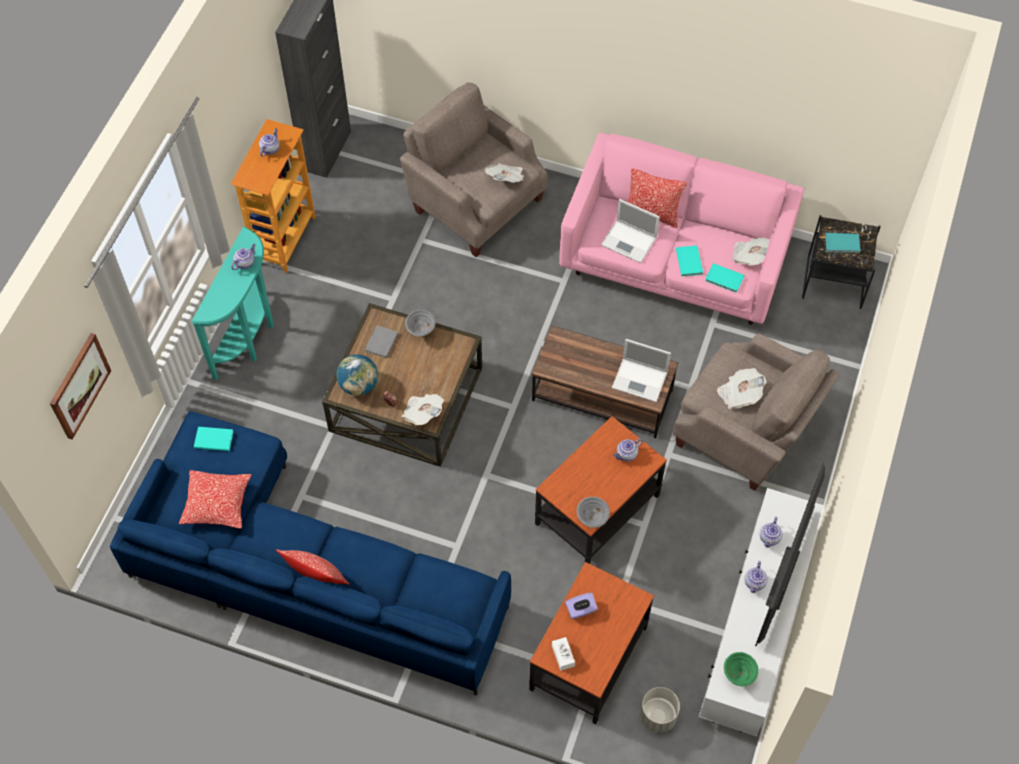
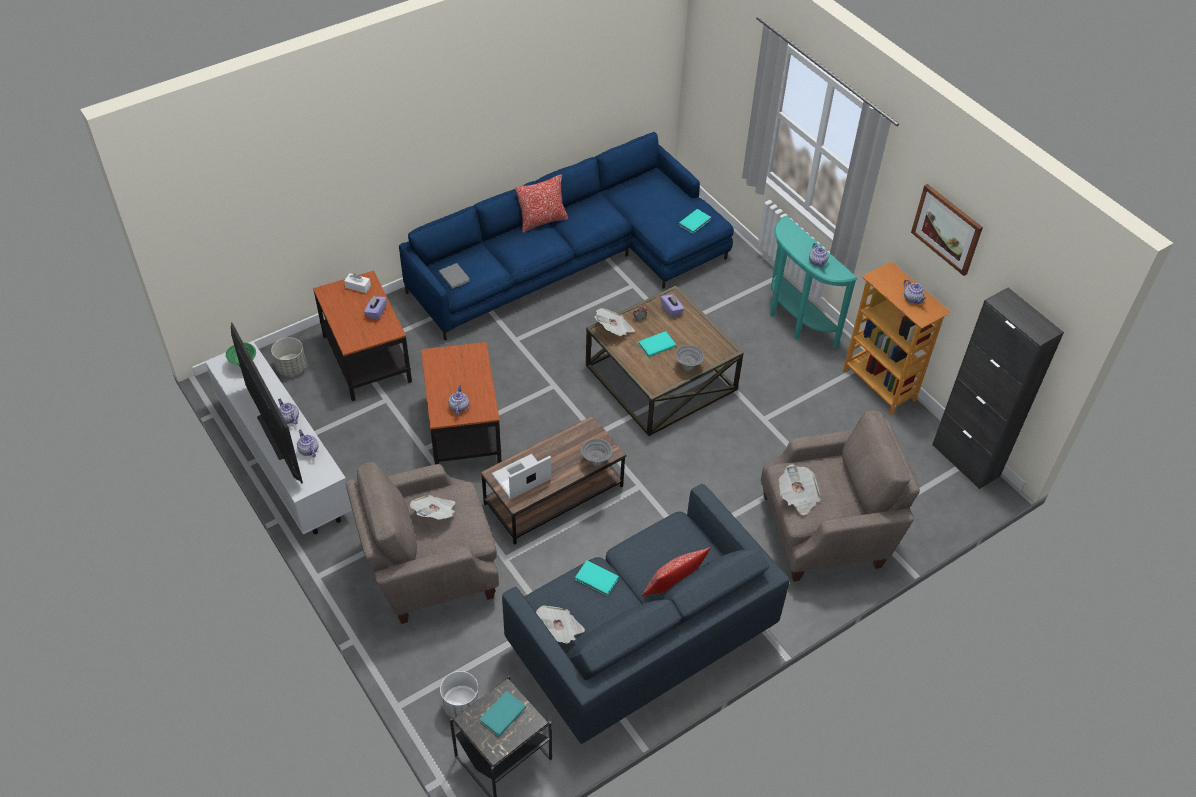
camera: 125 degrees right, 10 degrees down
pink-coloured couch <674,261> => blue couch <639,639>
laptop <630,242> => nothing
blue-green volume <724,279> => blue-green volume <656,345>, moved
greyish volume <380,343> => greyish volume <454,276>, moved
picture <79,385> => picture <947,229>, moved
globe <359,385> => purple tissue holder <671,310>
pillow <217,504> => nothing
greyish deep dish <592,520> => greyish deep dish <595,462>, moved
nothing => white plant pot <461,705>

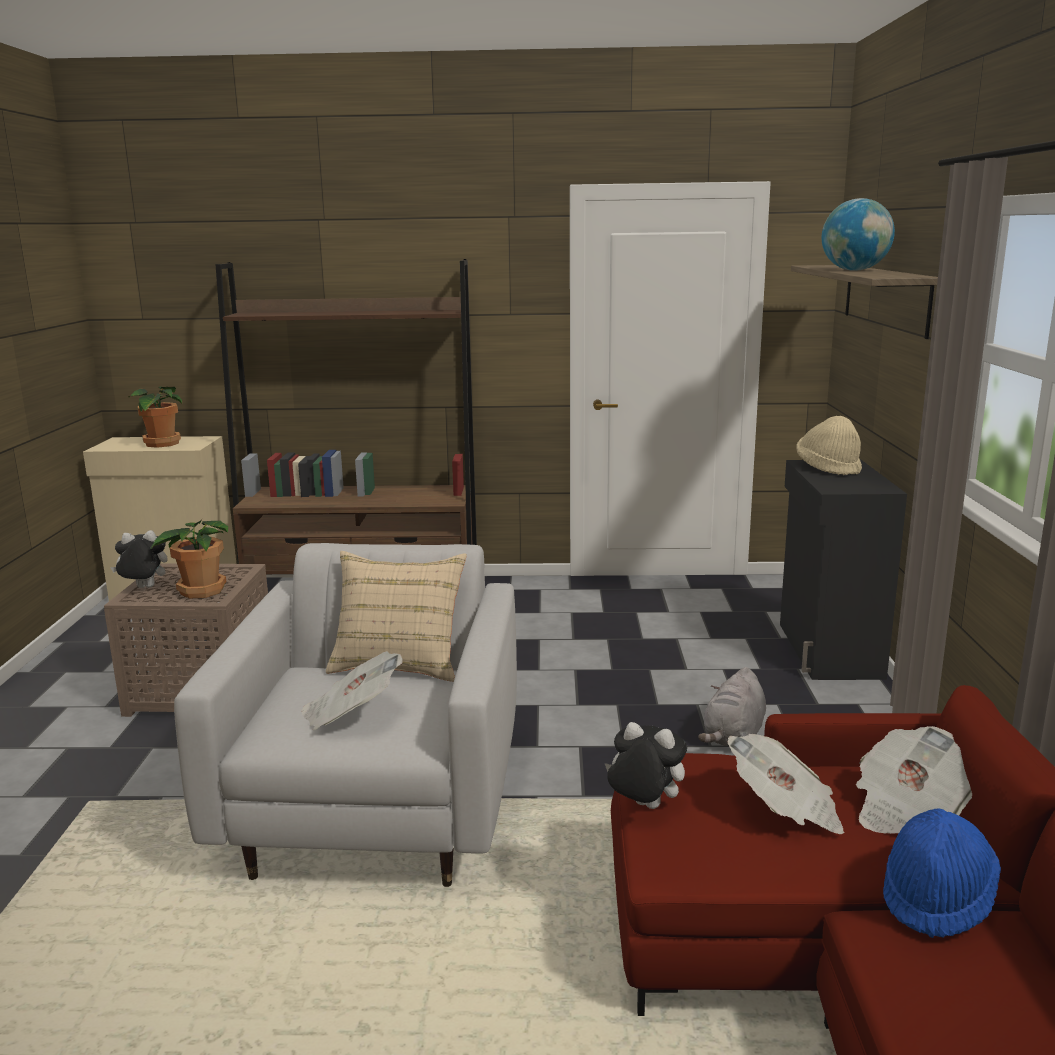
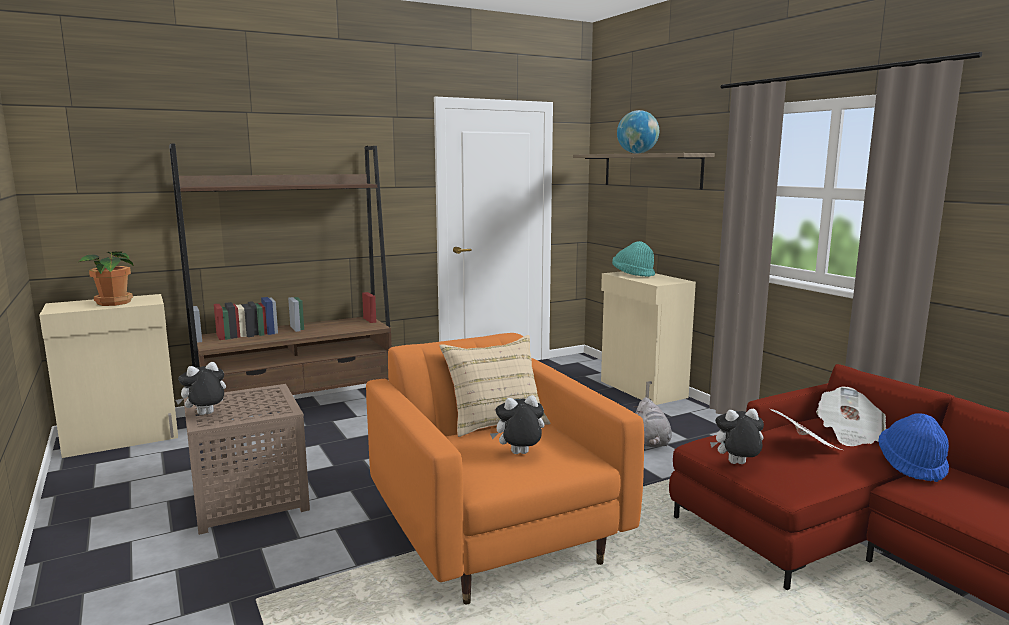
camera: 30 degrees left, 5 degrees down
beige clothing hat <828,468> => blue-green clothing hat <632,274>
blackish cabinet <827,650> => beige cabinet <642,389>
potted plant <200,591> => nothing
white easy chair <379,807> => orange easy chair <495,535>
newspaper <351,714> => cuddly toy <519,454>

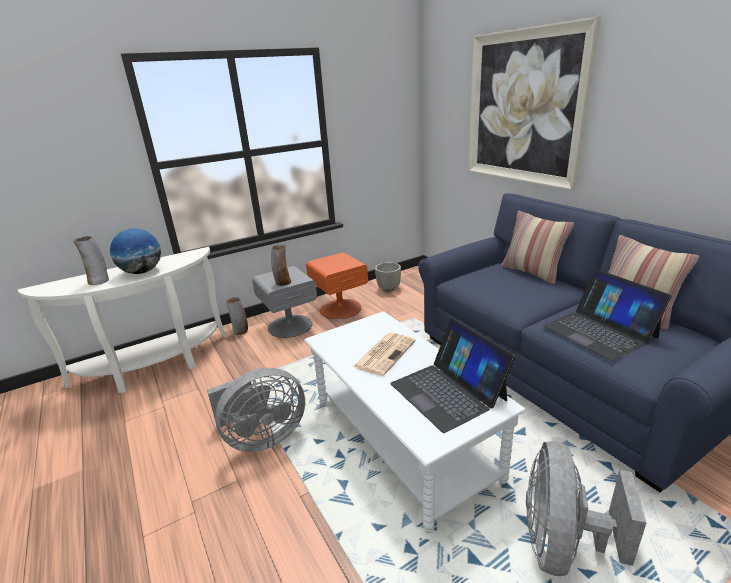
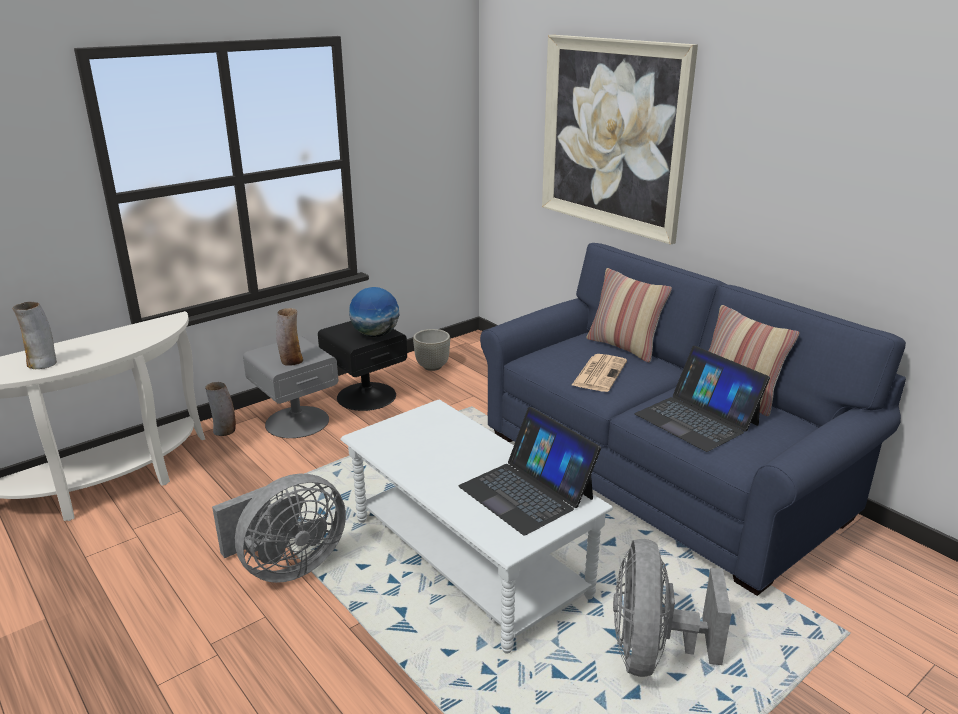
camera: 10 degrees left, 0 degrees up
globe <142,272> => globe <375,335>, moved
orange nightstand <340,308> => blackish nightstand <366,395>
newspaper <385,353> => newspaper <599,373>, moved

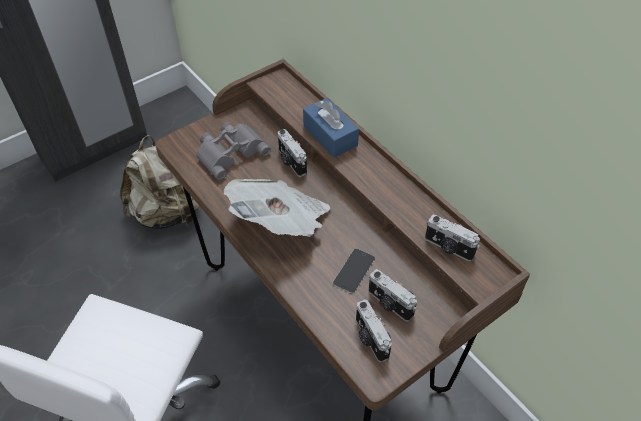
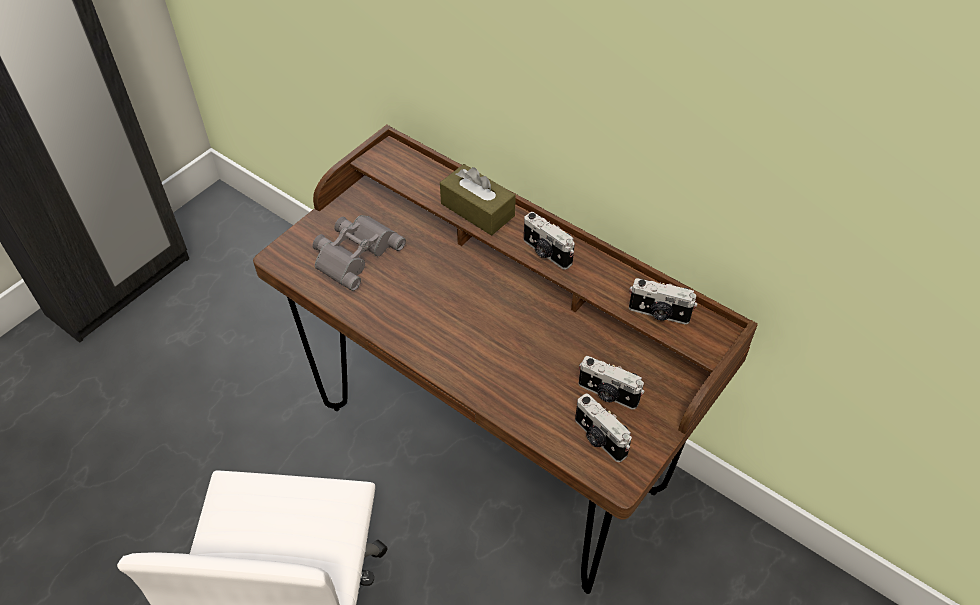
camera: 15 degrees left, 0 degrees up
blue tissue holder <330,136> => brownish tissue holder <477,210>
photo camera <291,162> => photo camera <546,253>, moved
beige rucksack <168,213> => nothing
newspaper <281,222> => nothing
handset <354,271> => nothing

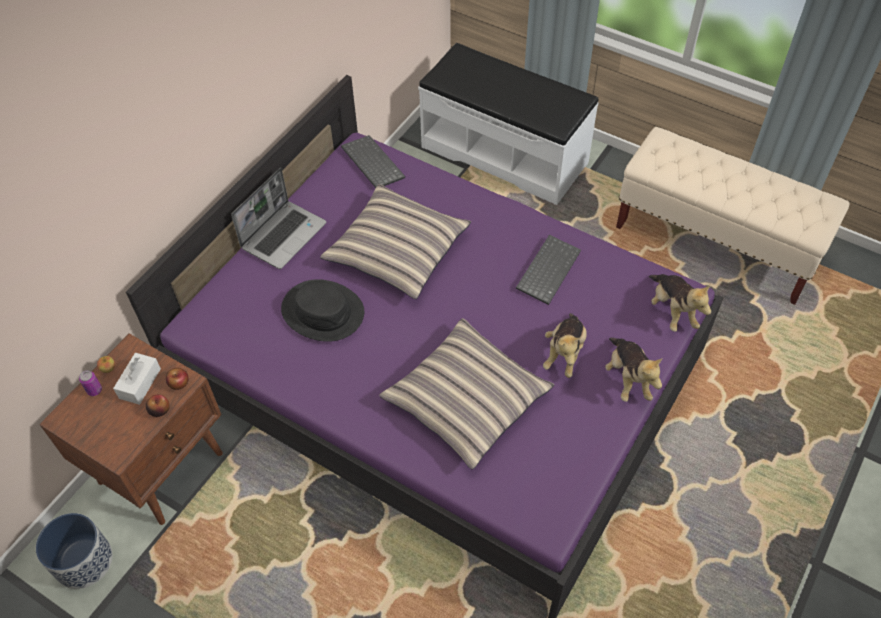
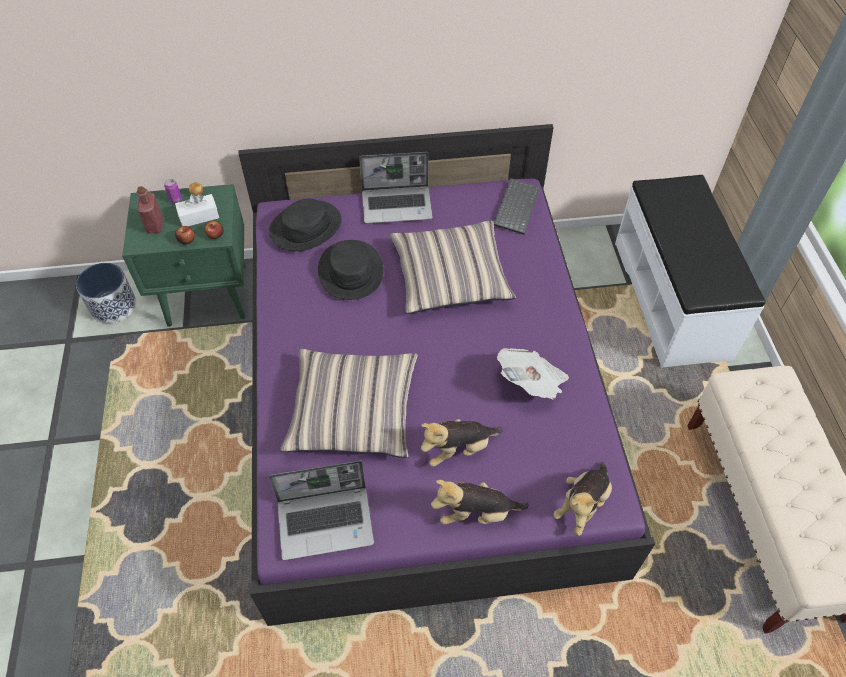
camera: 50 degrees right, 0 degrees up
keyboard <547,269> => newspaper <532,383>
brownish nightstand <163,466> => green-coloured nightstand <209,295>
cuddly toy <628,378> => cuddly toy <476,513>, 45 degrees clockwise
nothing => red bottle <155,225>
nothing => blackish clothing hat <305,227>
nothing => laptop <326,522>

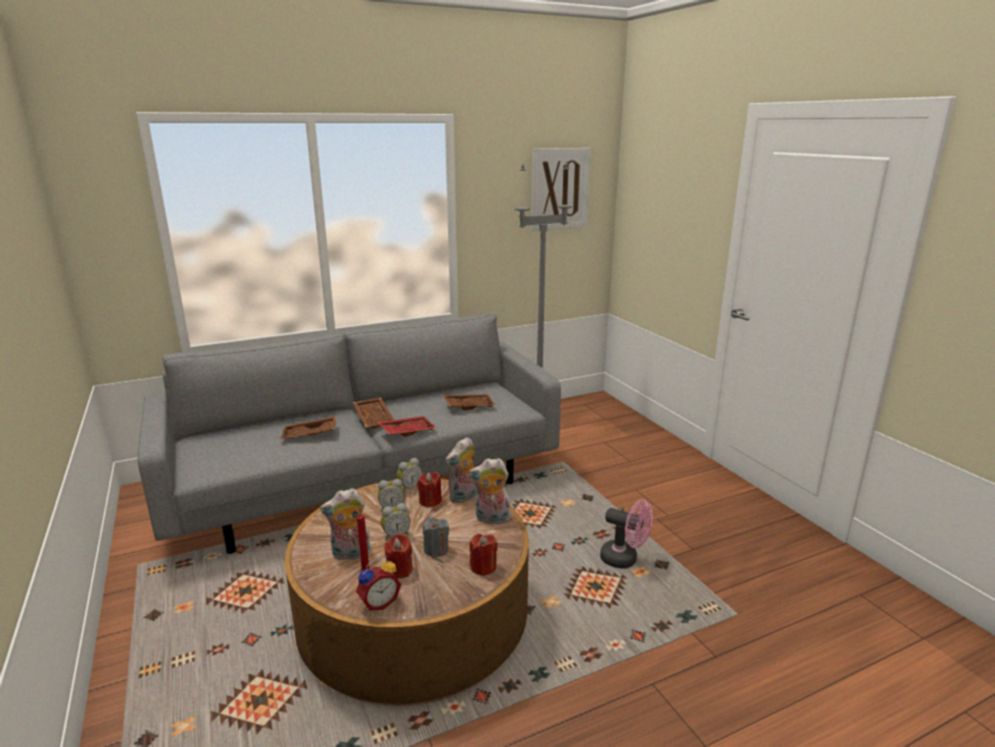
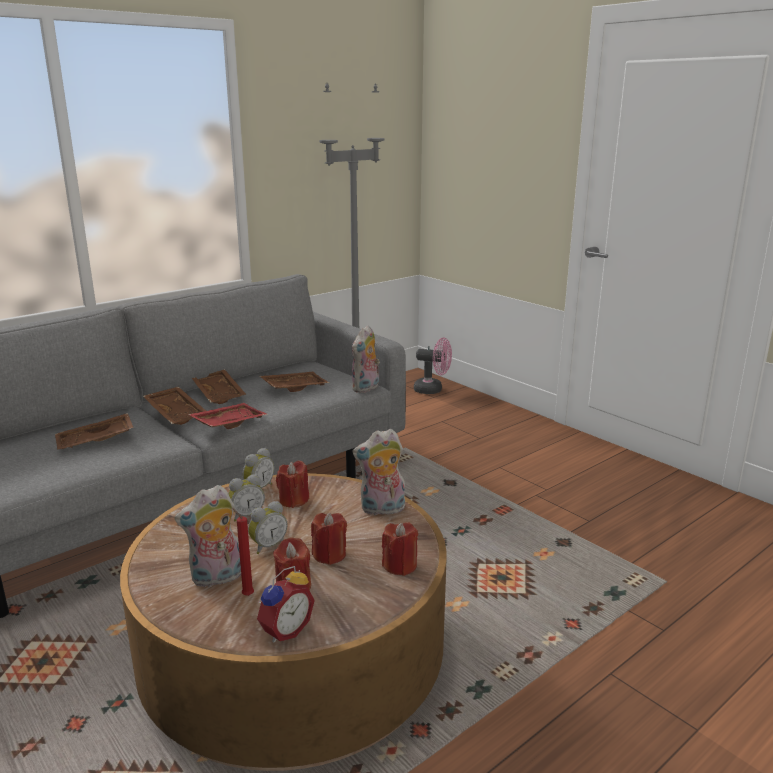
camera: 15 degrees left, 0 degrees up
picture <560,189> => nothing
cuddly toy <464,497> => cuddly toy <366,388>, moved
pink-coloured electric fan <624,559> => pink-coloured electric fan <433,390>, moved
greyish wax candle <436,549> => red wax candle <329,555>
nothing => brownish tray <219,393>

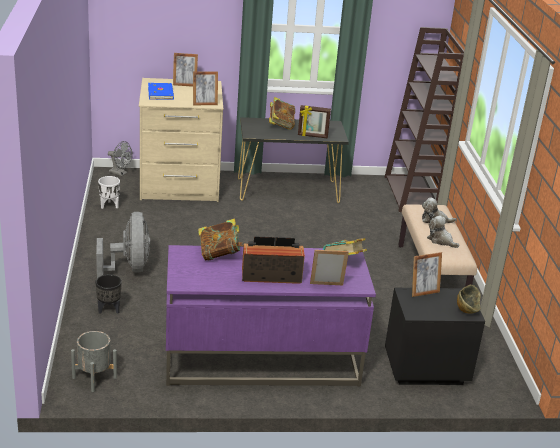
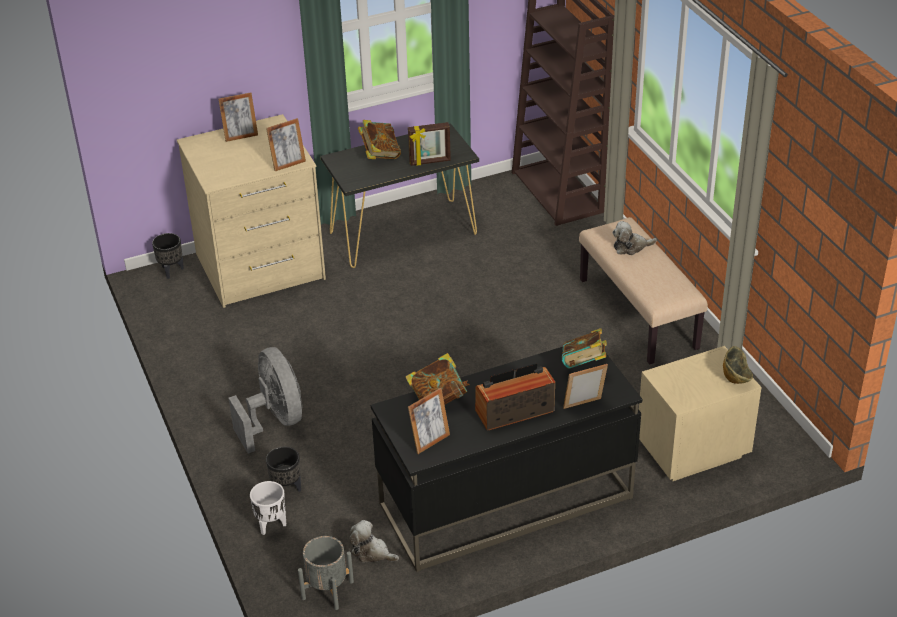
camera: 15 degrees left, 10 degrees up
blue volume <161,93> => nothing
greyish electric fan <120,173> => blackish plant pot <171,271>
white plant pot <109,205> => white plant pot <271,524>, moved
cuddly toy <441,240> => cuddly toy <372,552>, moved
purple desk table <260,361> => blackish desk table <504,501>
picture frame <423,292> => picture frame <430,441>, moved
blackish nightstand <424,369> => beige nightstand <690,450>

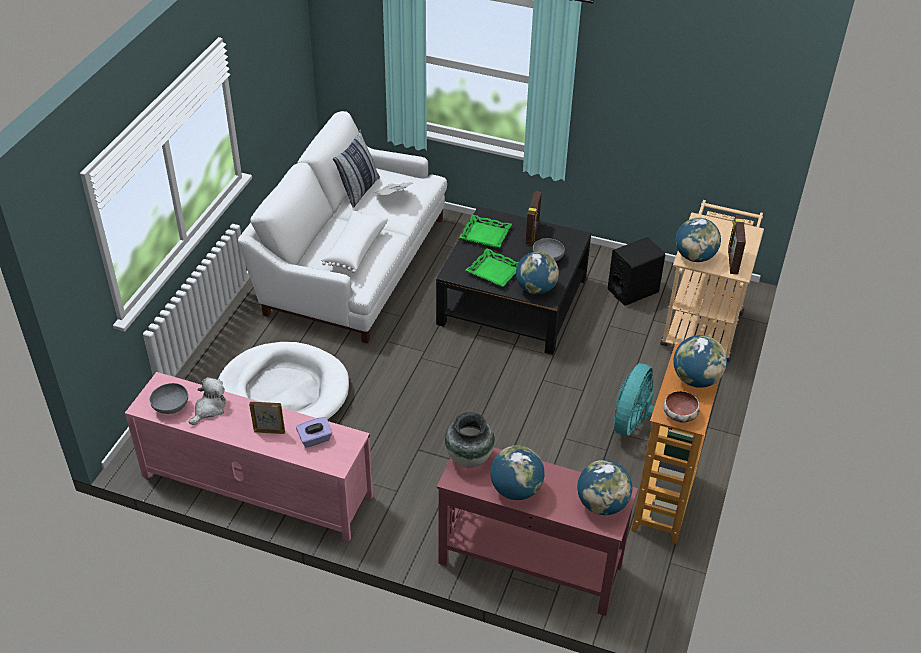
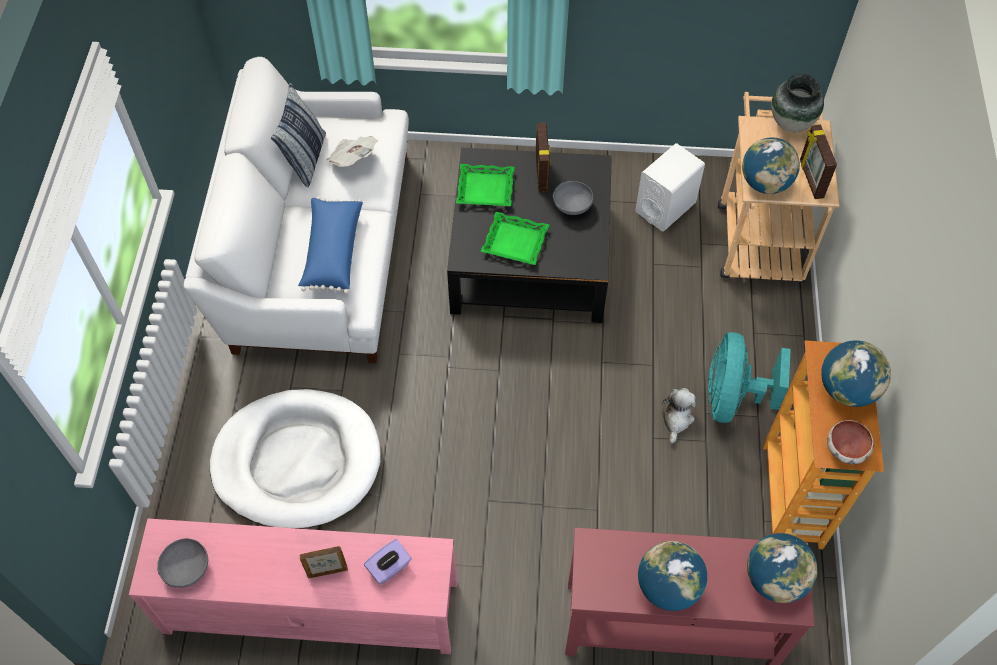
camera: 15 degrees left, 15 degrees up
white pillow <354,249> => blue pillow <332,252>
blackish speaker <633,290> => white speaker <665,207>
globe <535,289> => nothing
cuddly toy <209,409> => cuddly toy <676,419>, moved
flower vase <468,458> => flower vase <790,123>, moved

